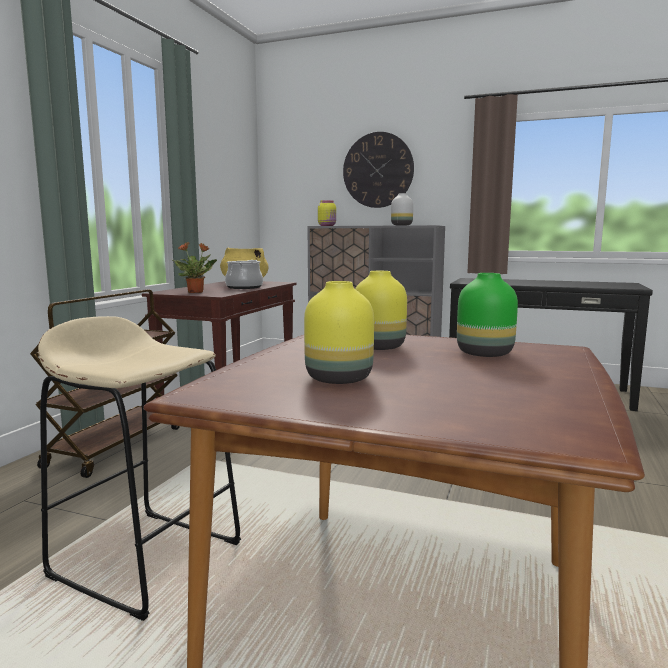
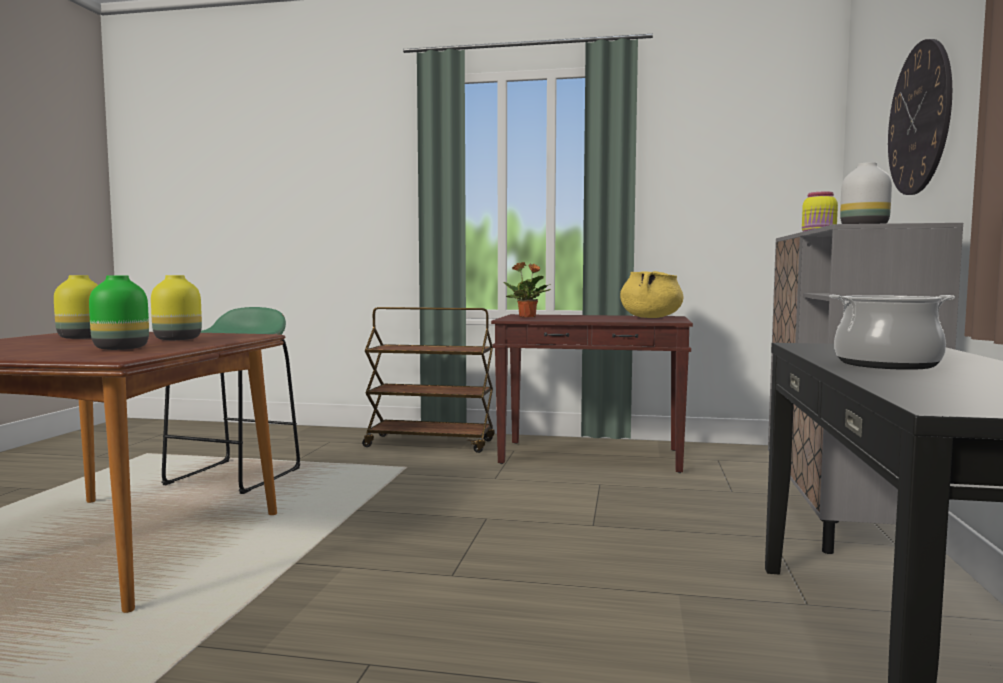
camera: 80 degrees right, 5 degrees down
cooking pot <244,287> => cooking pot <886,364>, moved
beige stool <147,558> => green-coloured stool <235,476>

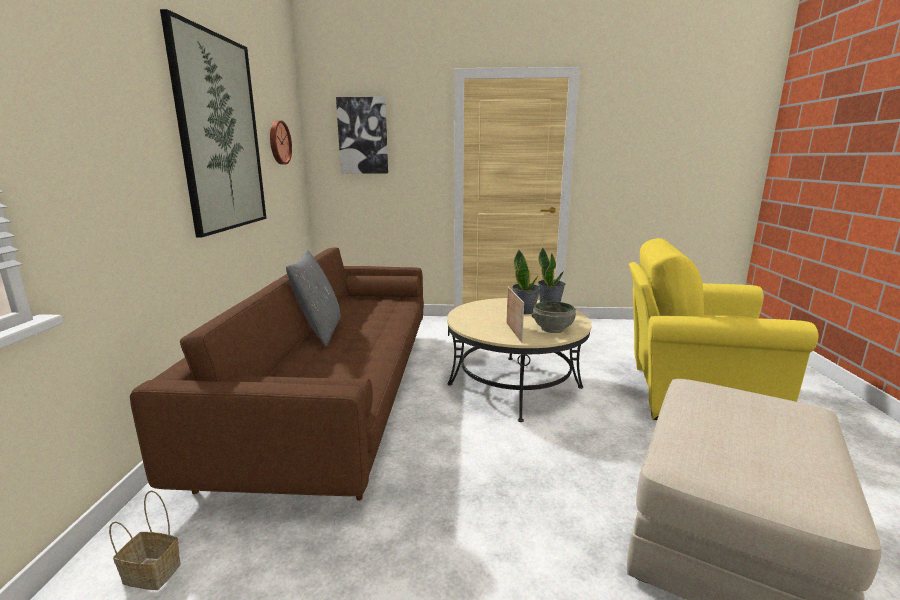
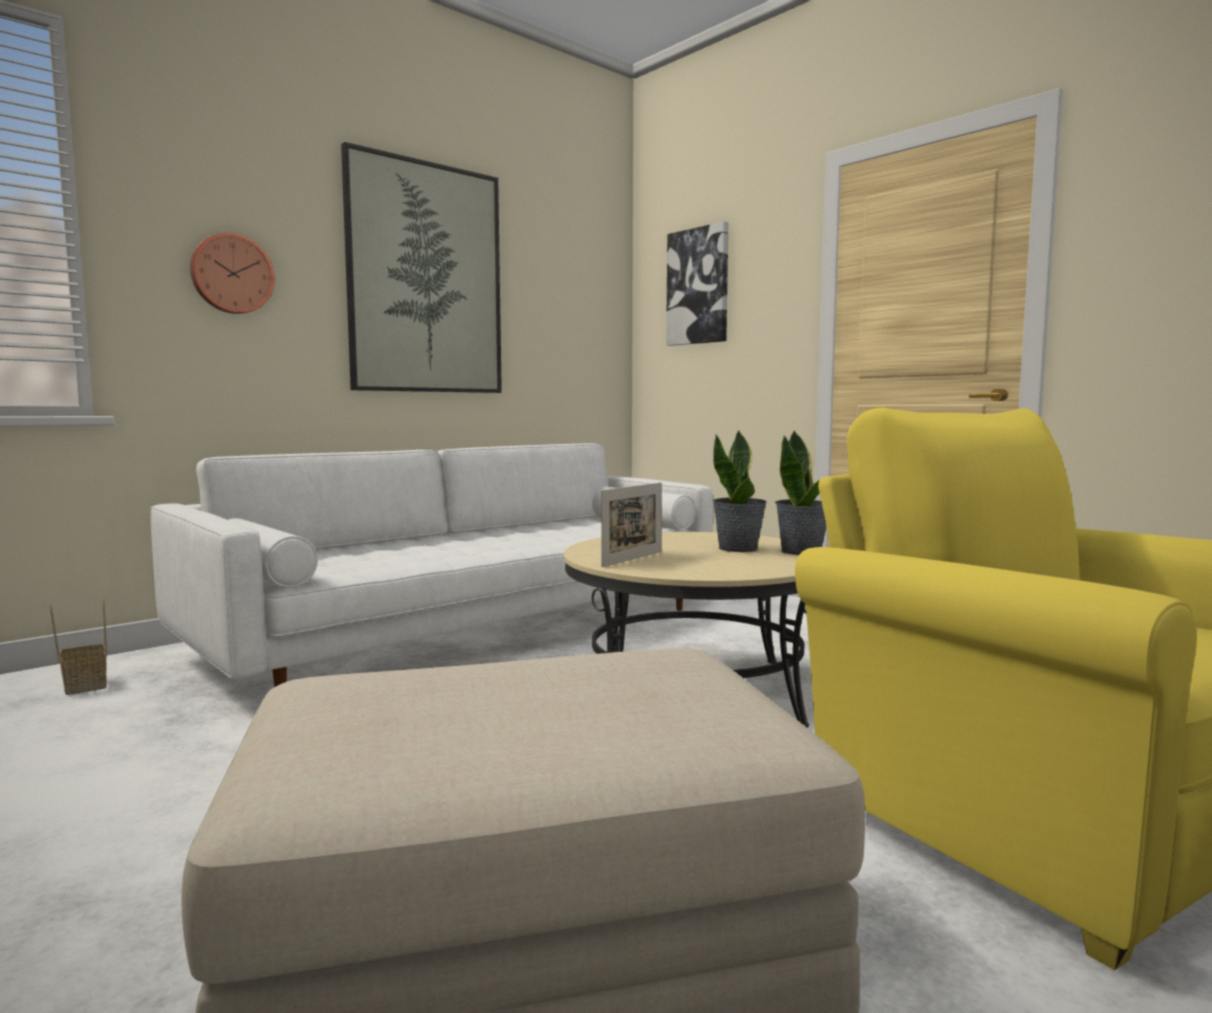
camera: 45 degrees right, 10 degrees down
wall clock <278,142> => wall clock <231,274>, moved
brownish couch <336,394> => white couch <468,630>
greyish pillow <319,331> => nothing
greyish deep dish <553,329> => nothing

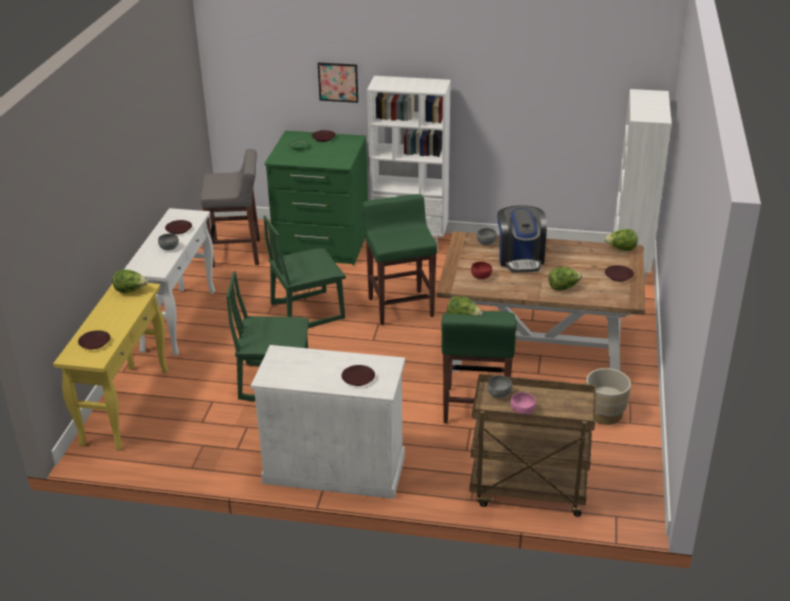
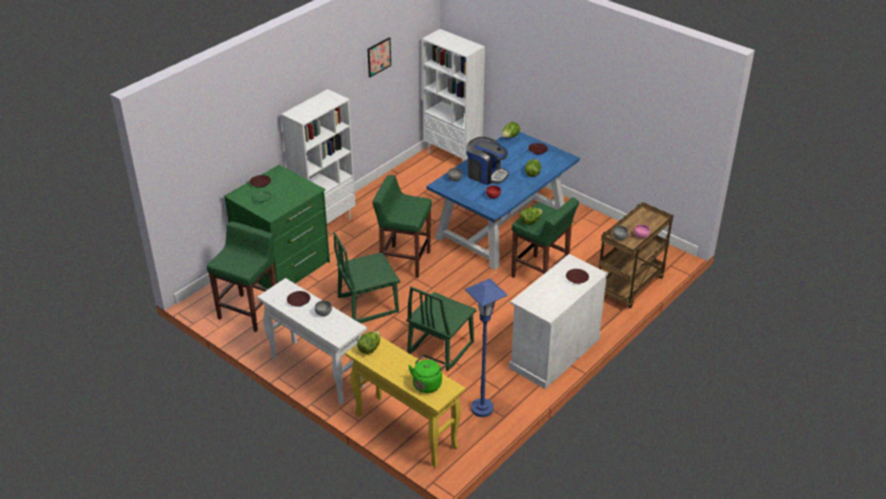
camera: 60 degrees left, 5 degrees up
picture <338,82> => picture <379,57>, moved
greyish stool <237,253> => green-coloured stool <249,312>
green-coloured upright chair <307,311> => green-coloured upright chair <368,304>, 60 degrees clockwise
brownish kitchen table <538,347> => blue kitchen table <502,225>
brownish plate <95,343> => green-coloured tea kettle <428,383>
beige plant pot <604,414> => nothing
nothing => blue standard lamp <482,409>

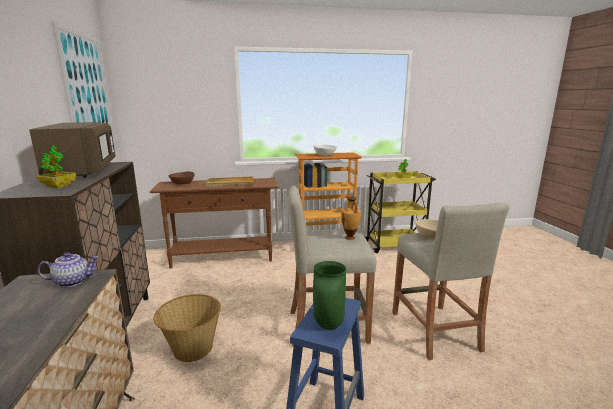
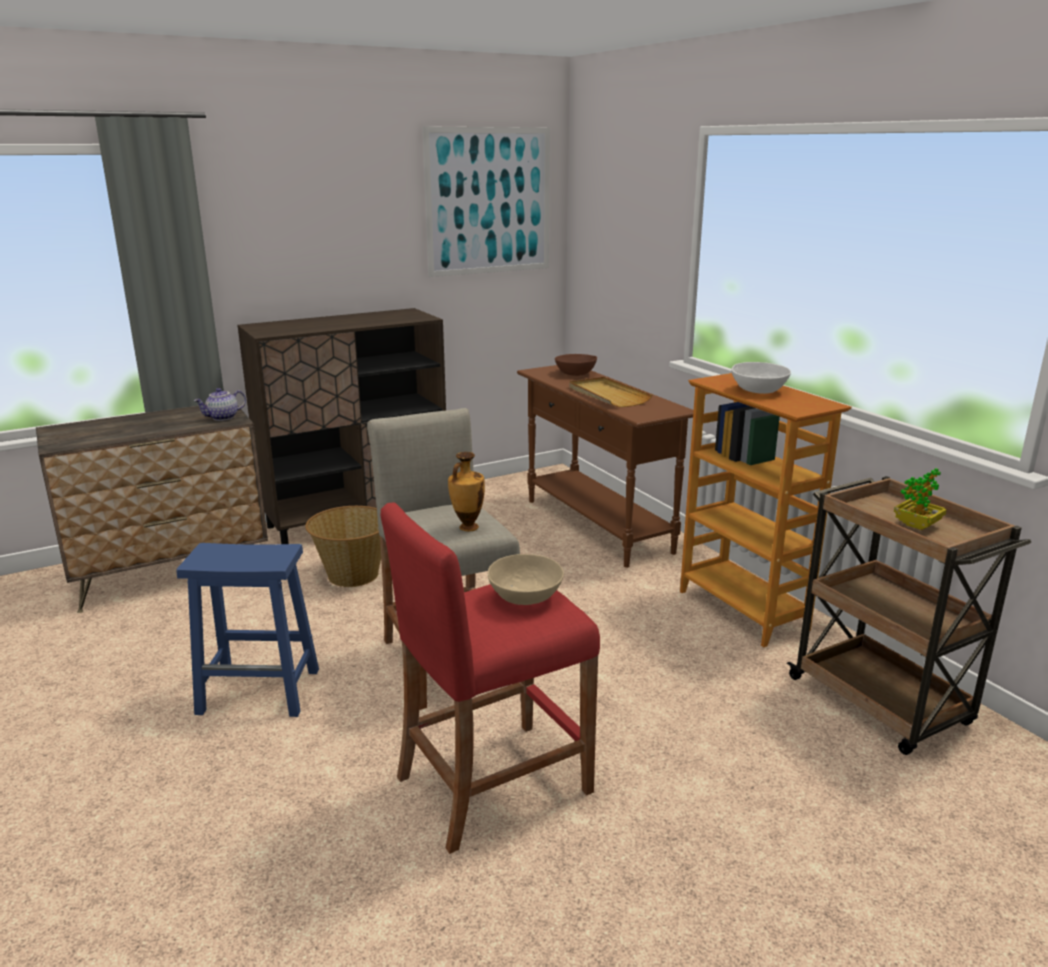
camera: 70 degrees right, 5 degrees up
brownish kitchen microwave <83,171> => nothing
potted plant <59,186> => nothing
yellow-coloured trolley <395,245> => brownish trolley <881,703>
beige stool <434,330> => red stool <493,783>
teapot <73,281> => teapot <222,418>, 90 degrees clockwise
green-coloured flower vase <329,325> => nothing

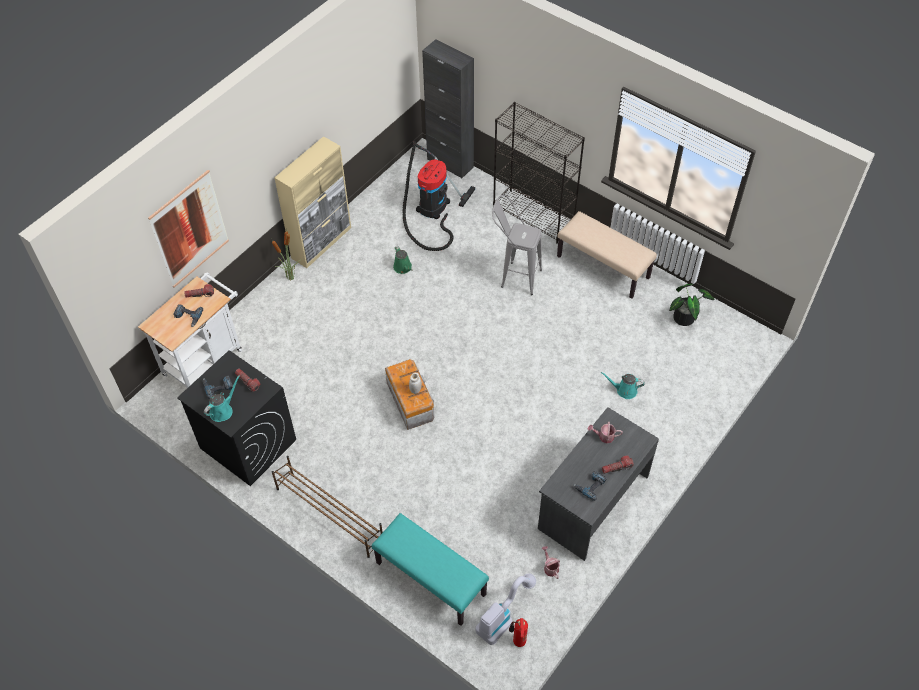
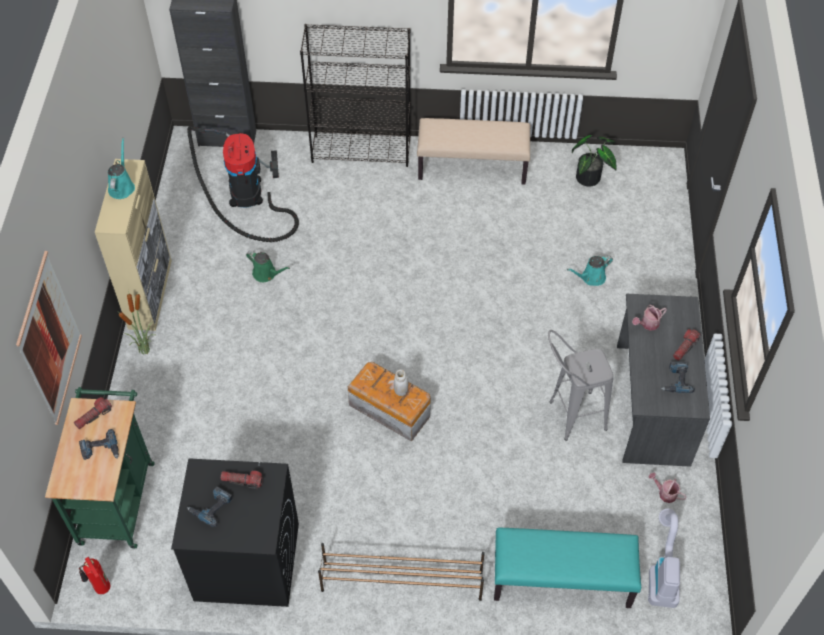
camera: 35 degrees left, 0 degrees up
greyish stool <514,276> => greyish stool <568,418>, moved
white trolley <206,359> => green-coloured trolley <117,496>
blue-green watering can <223,410> => blue-green watering can <122,186>, moved
fire-fighting cylinder <518,641> => fire-fighting cylinder <101,589>, moved

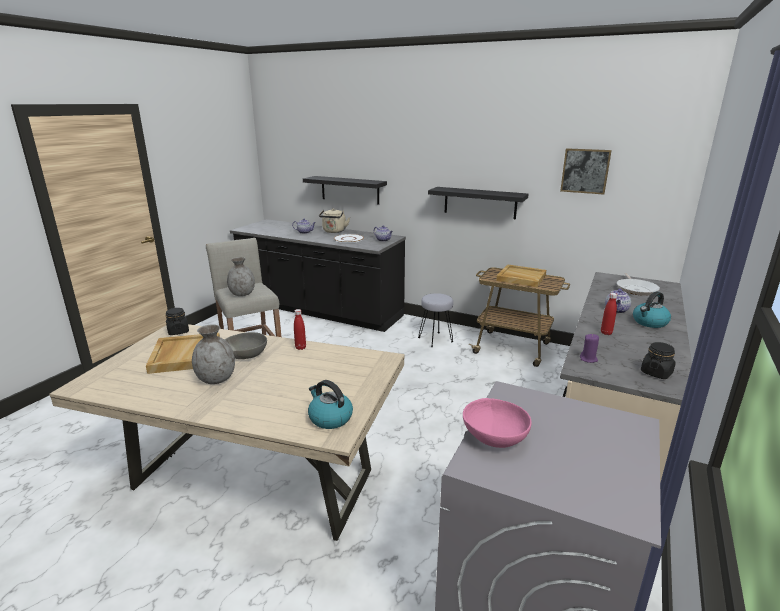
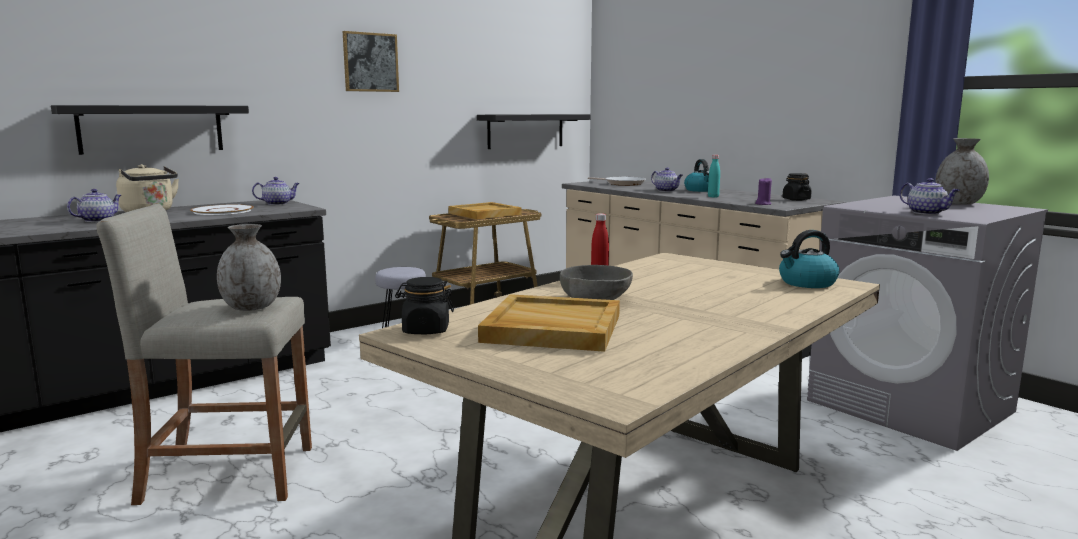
camera: 65 degrees left, 10 degrees down
picture <585,171> => picture <370,62>, moved
blackish wall shelf <480,202> => blackish wall shelf <525,131>, moved
red bottle <606,333> => blue-green bottle <713,197>
greyish flower vase <216,379> => greyish flower vase <958,203>, moved
pink-coloured deep dish <495,437> => teapot <927,213>

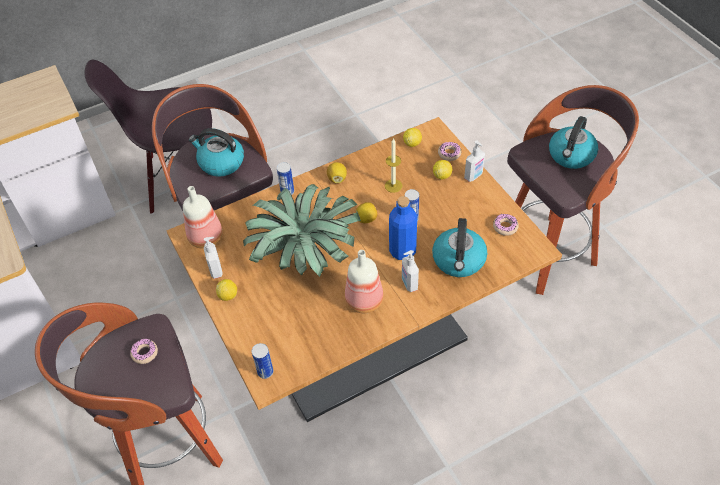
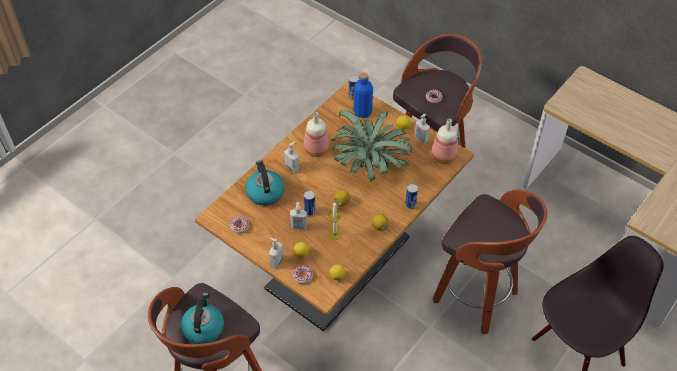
camera: 155 degrees right, 0 degrees up
tea kettle <220,163> => nothing
blue bottle <402,251> => blue bottle <362,112>, moved
nothing => soap dispenser <299,227>

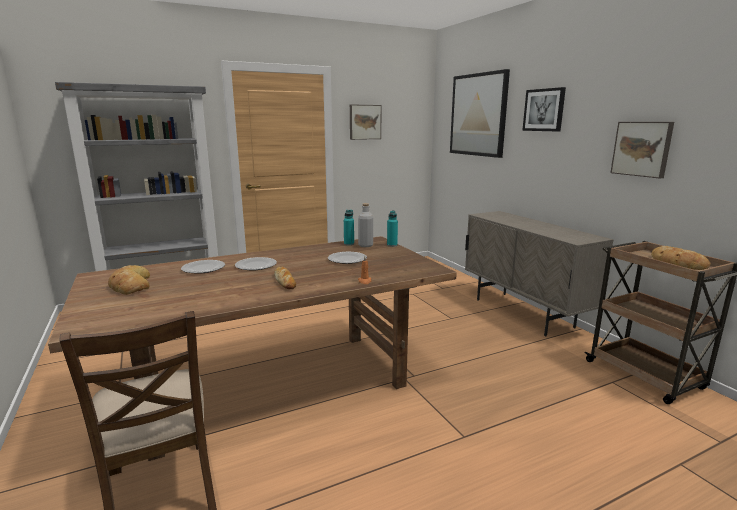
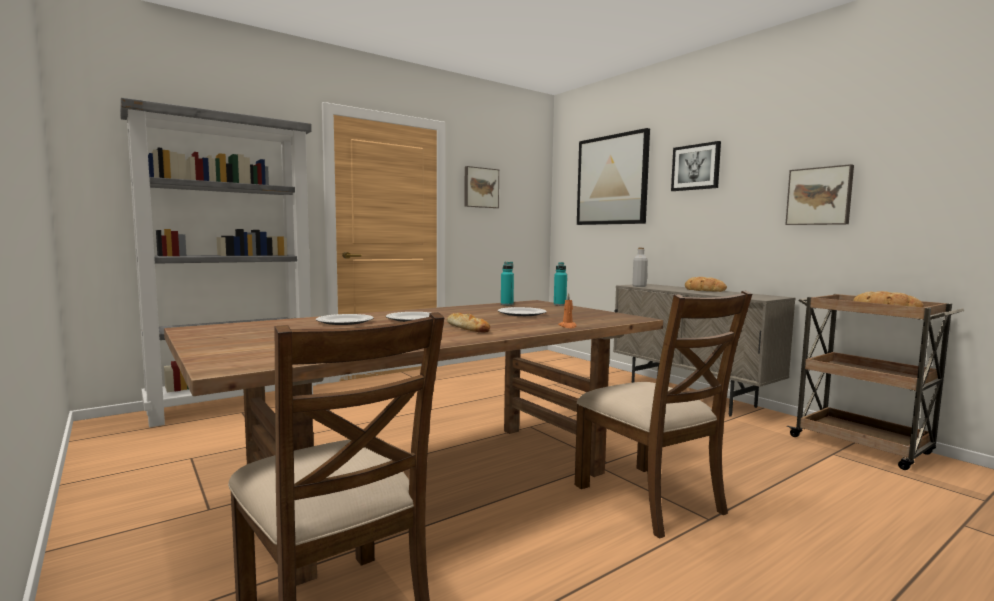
camera: 10 degrees left, 10 degrees down
greyish bottle <365,245> => greyish bottle <639,286>, moved
bakery bread <130,285> => bakery bread <703,290>, moved
nothing => brownish upright chair <650,498>

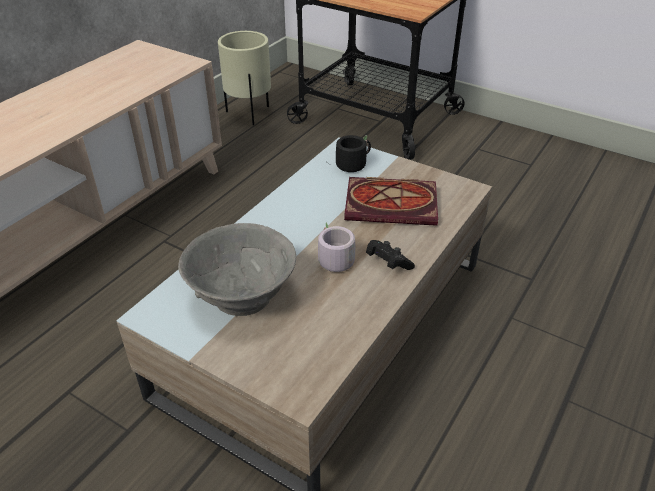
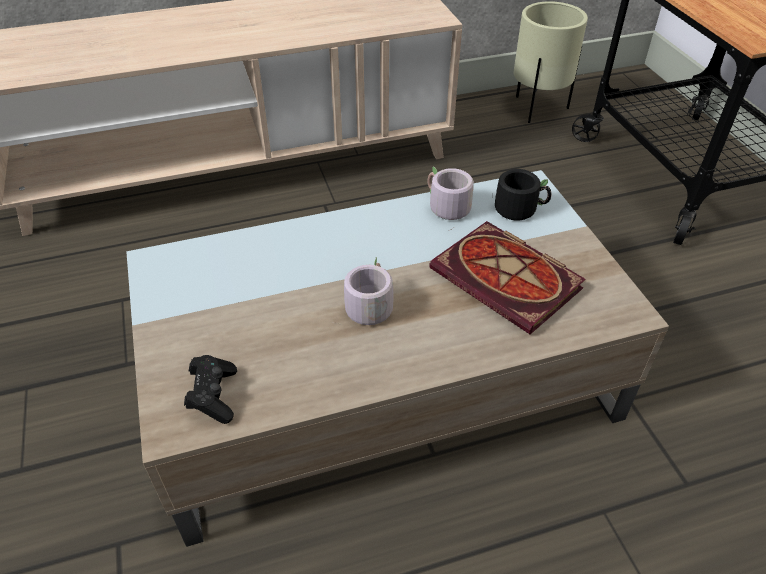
camera: 40 degrees right, 5 degrees up
greyish deep dish <242,296> => nothing
blackish gamepad <387,263> => blackish gamepad <213,396>, moved
nothing => greyish coffee mug <444,208>

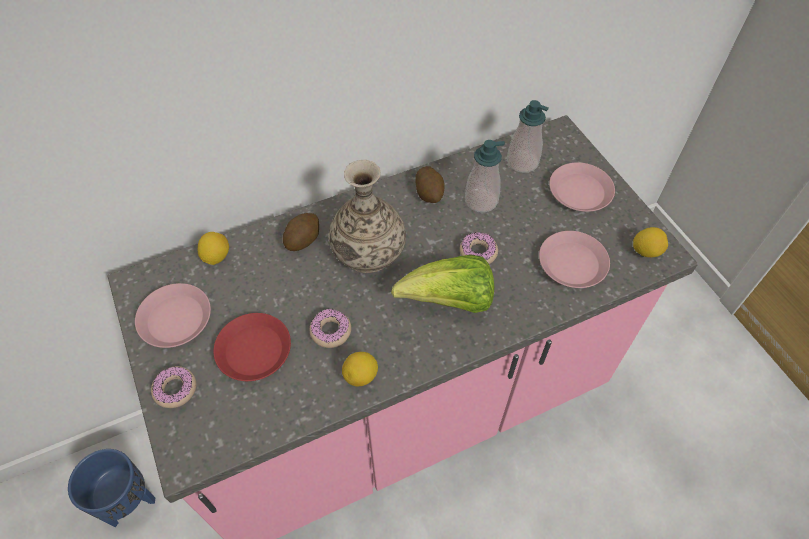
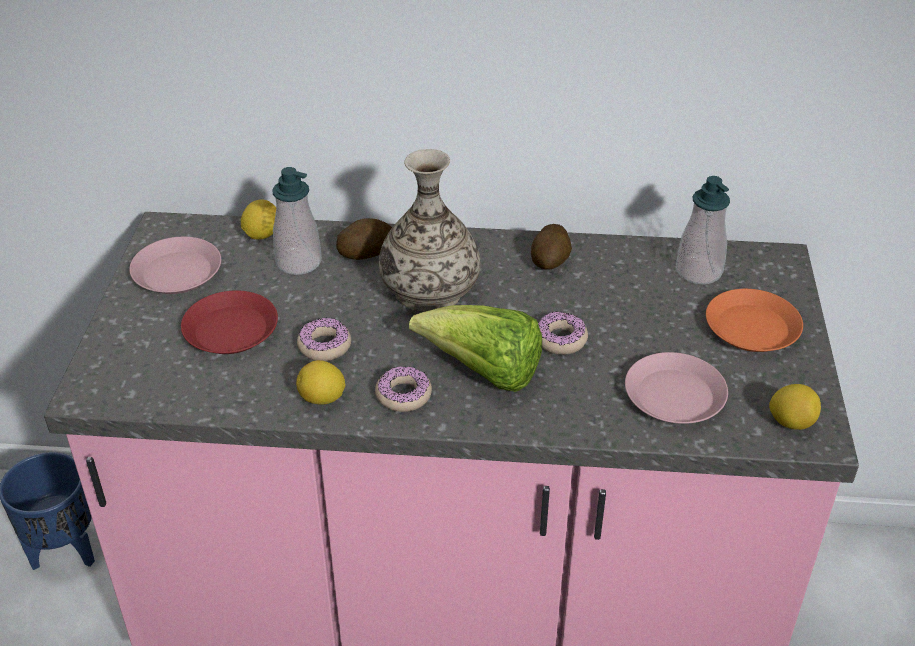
camera: 30 degrees right, 15 degrees down
soap dispenser <481,201> => soap dispenser <298,262>, moved
pink-coloured plate <580,191> => orange plate <752,328>
doughnut <175,389> => doughnut <403,395>, moved

